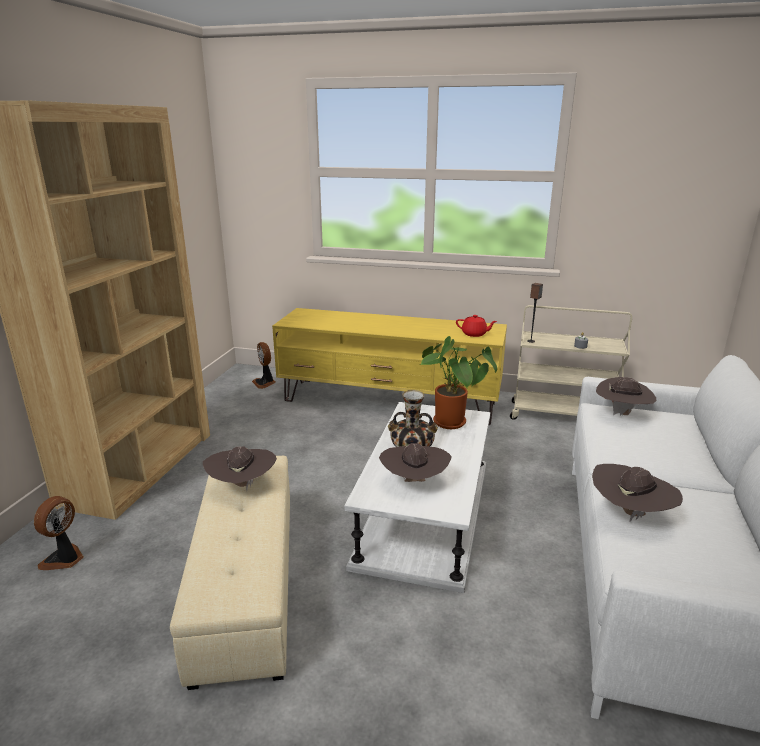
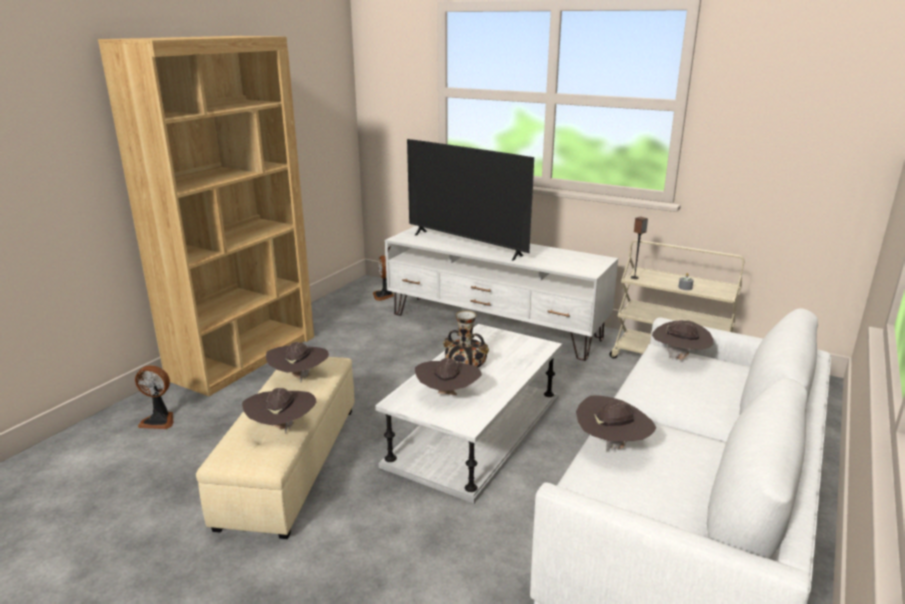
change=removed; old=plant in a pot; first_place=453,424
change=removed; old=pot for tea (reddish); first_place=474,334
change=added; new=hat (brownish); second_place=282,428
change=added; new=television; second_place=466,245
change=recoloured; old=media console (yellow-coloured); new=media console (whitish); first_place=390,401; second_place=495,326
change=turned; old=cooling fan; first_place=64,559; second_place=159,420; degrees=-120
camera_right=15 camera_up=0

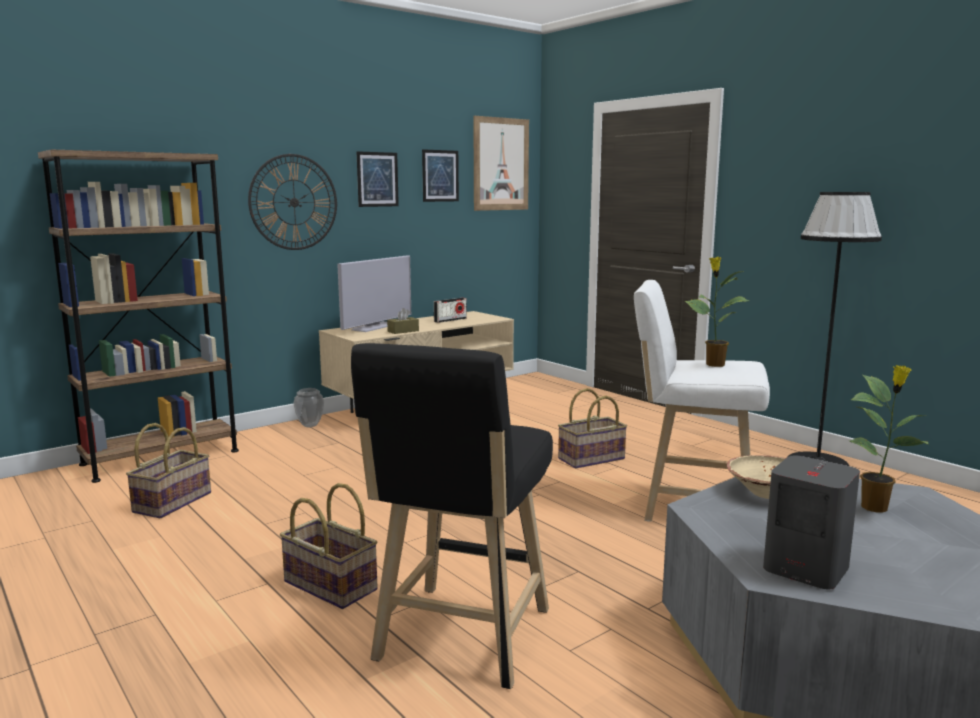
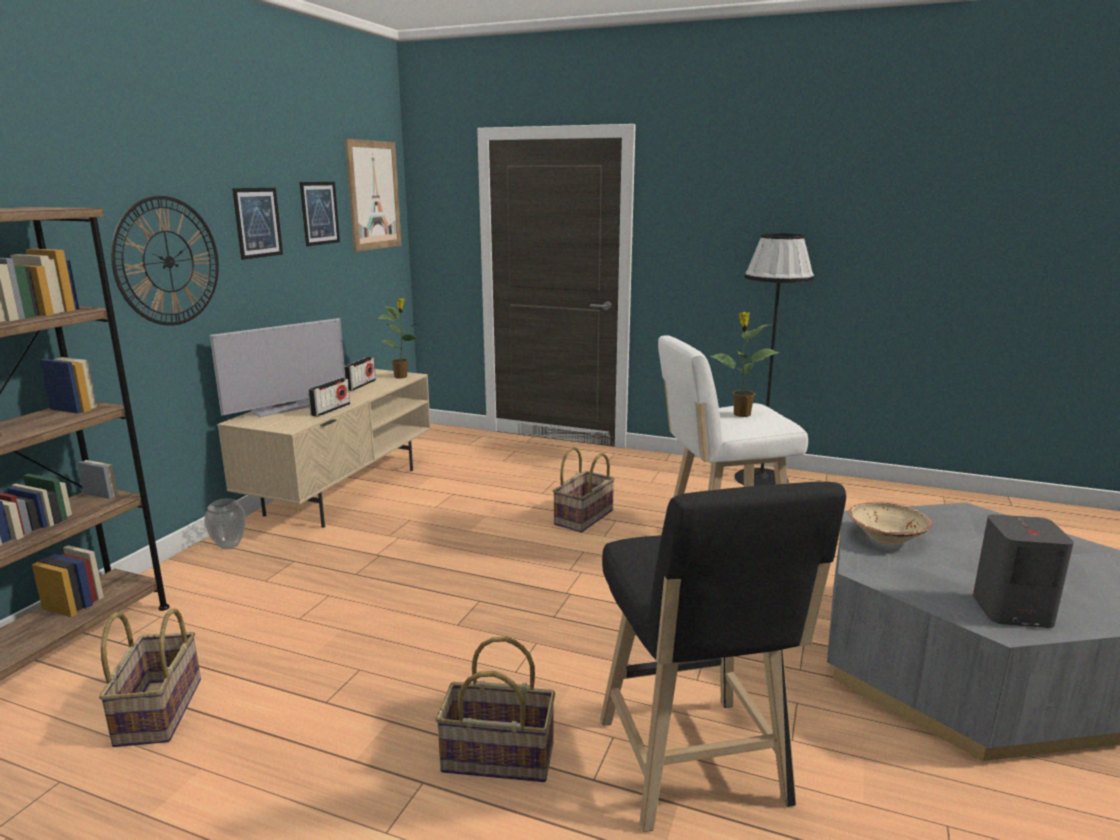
change=moved; old=plant in a pot; first_place=876,508; second_place=402,376
change=replaced; old=tissue box (brownish); new=radio set; first_place=403,331; second_place=330,410
change=turned; old=television; first_place=375,327; second_place=286,408; degrees=45
camera_right=-30 camera_up=5

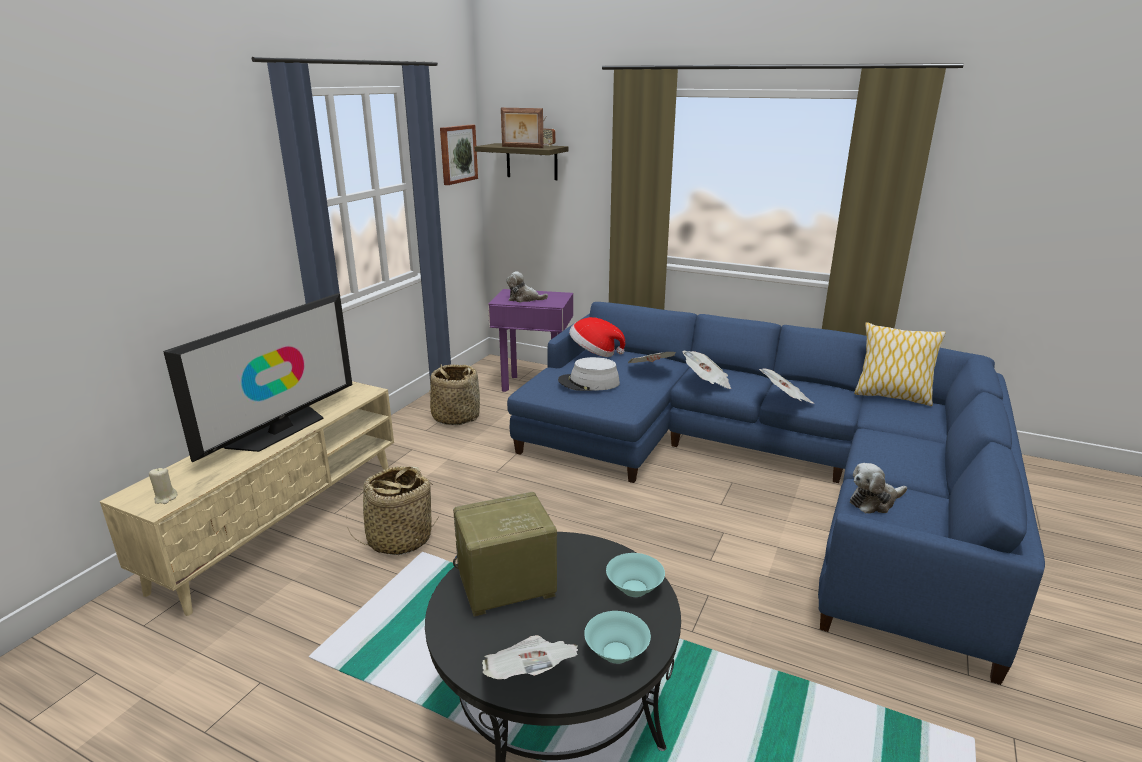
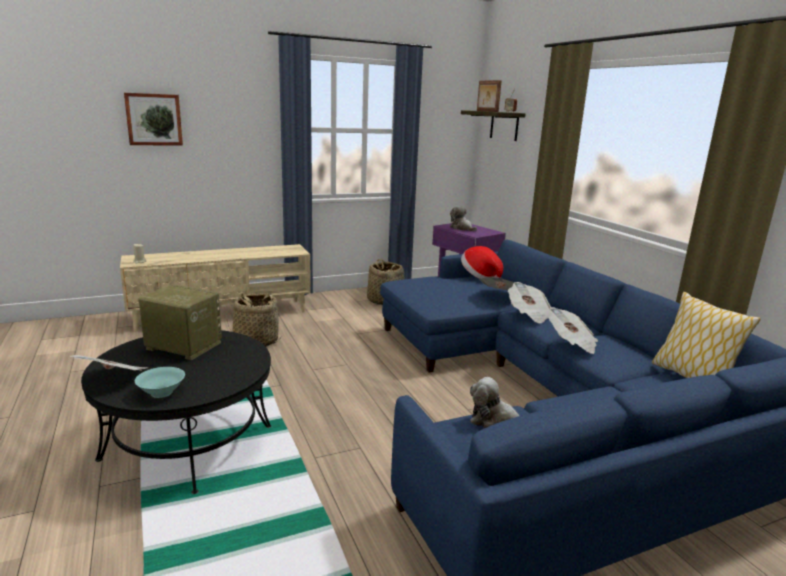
change=removed; old=television; first_place=281,430
change=removed; old=hat (grey); first_place=589,383
change=removed; old=deep dish (blue-green); first_place=634,588
change=moved; old=picture; first_place=457,154; second_place=154,119
camera_right=40 camera_up=-5

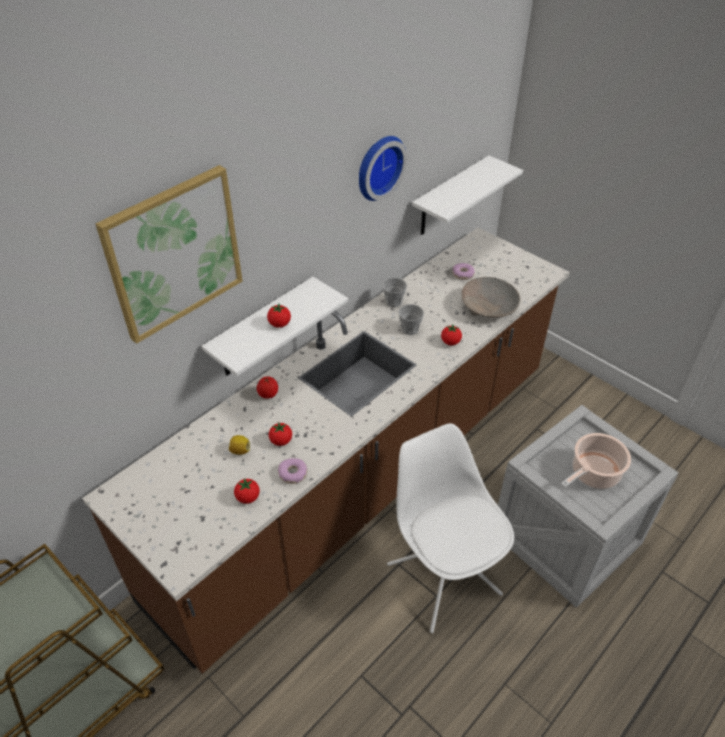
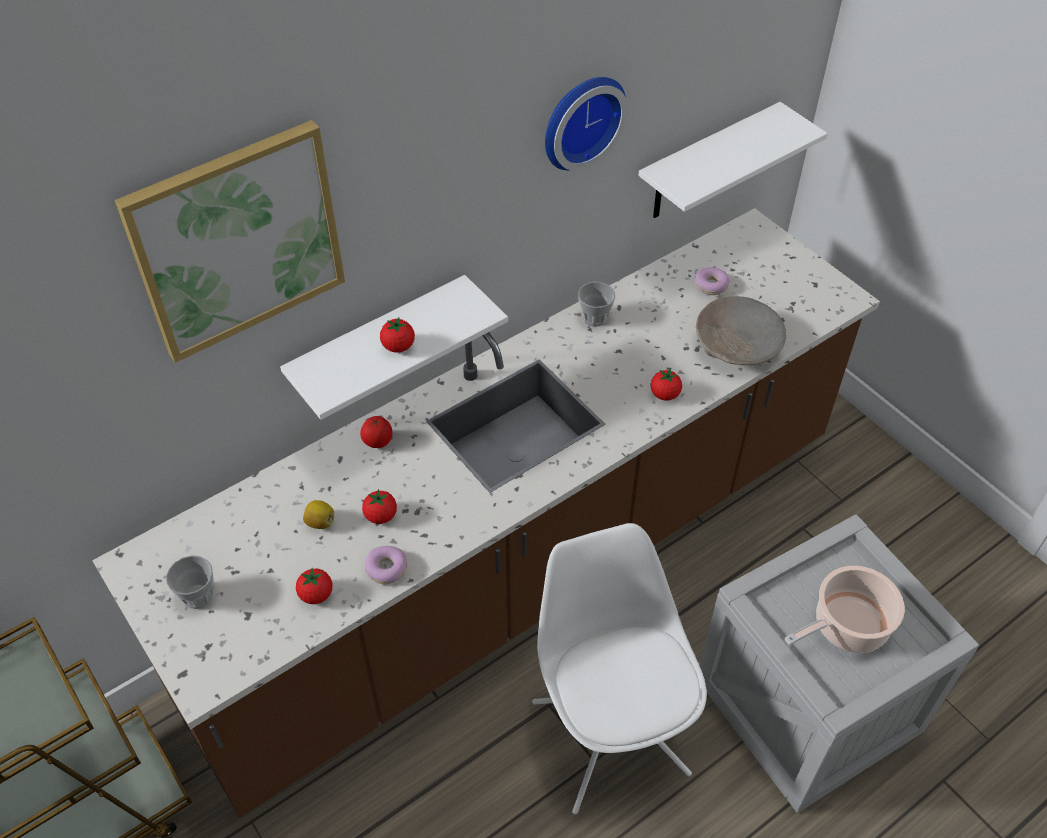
change=moved; old=cup; first_place=410,329; second_place=198,595
camera_right=10 camera_up=5

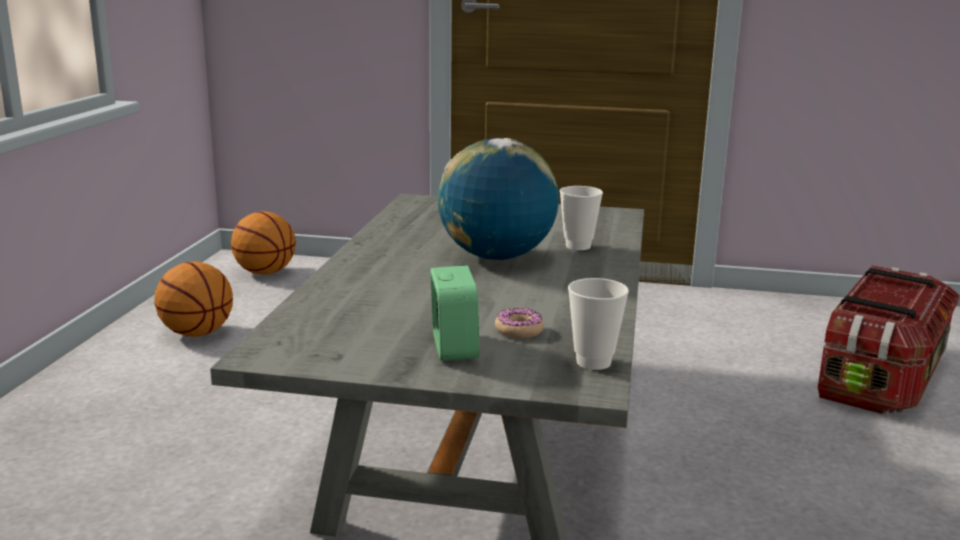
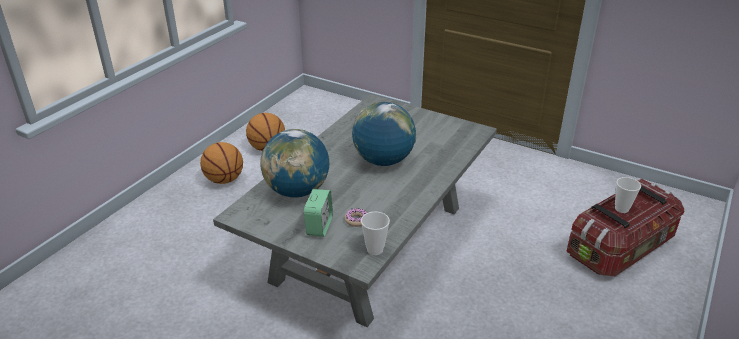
change=added; new=world globe; second_place=297,191
change=moved; old=basketball; first_place=266,272; second_place=225,180
change=moved; old=cup; first_place=578,246; second_place=621,209
camera_right=20 camera_up=15

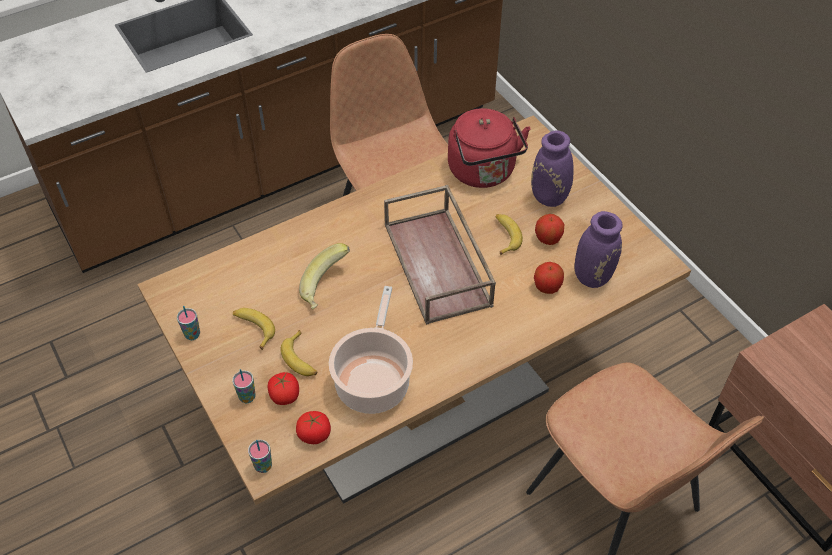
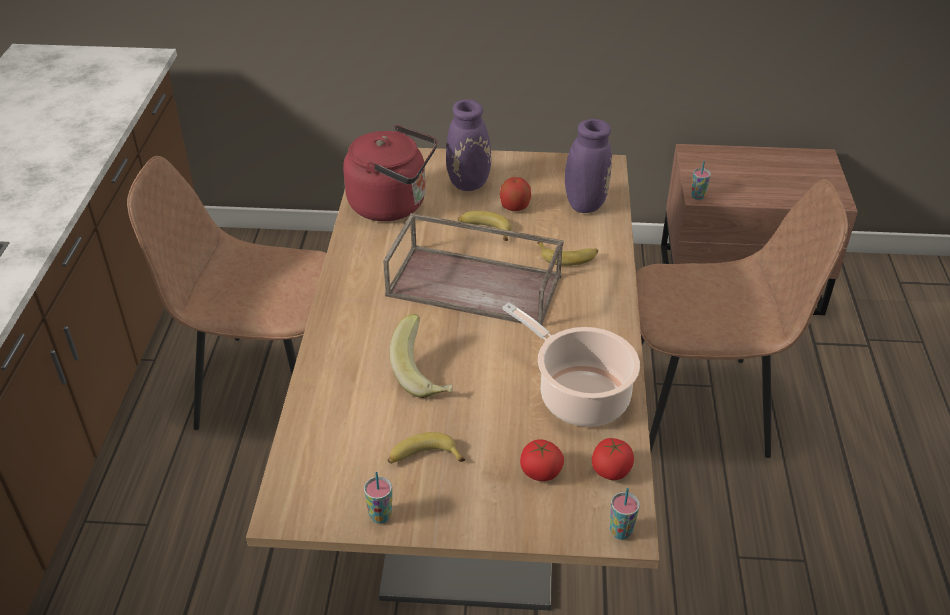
change=removed; old=apple; first_place=547,287
change=moved; old=cup; first_place=247,397; second_place=697,196
change=moved; old=banana fruit; first_place=301,359; second_place=568,257
camera_right=-55 camera_up=-10

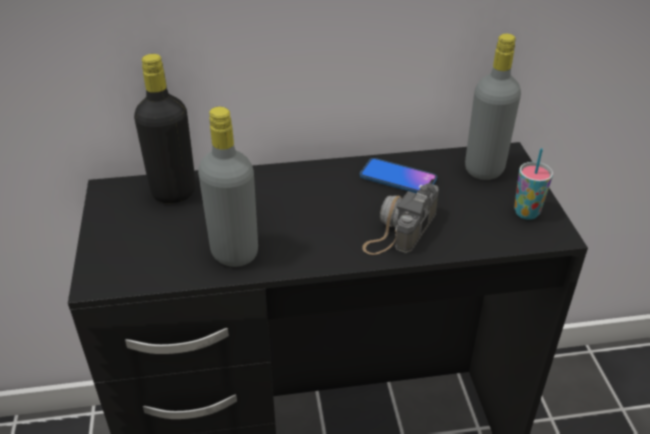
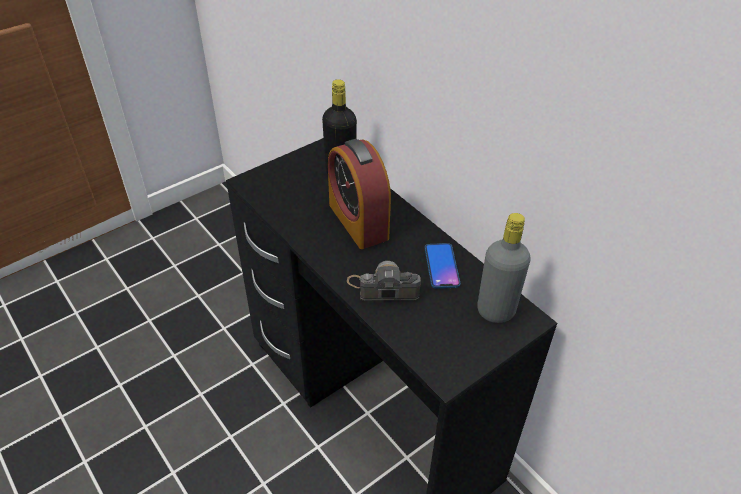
change=removed; old=drink bottle (grey); first_place=234,252
change=removed; old=cup; first_place=526,213
change=added; new=table clock; second_place=358,221
camera_right=60 camera_up=5

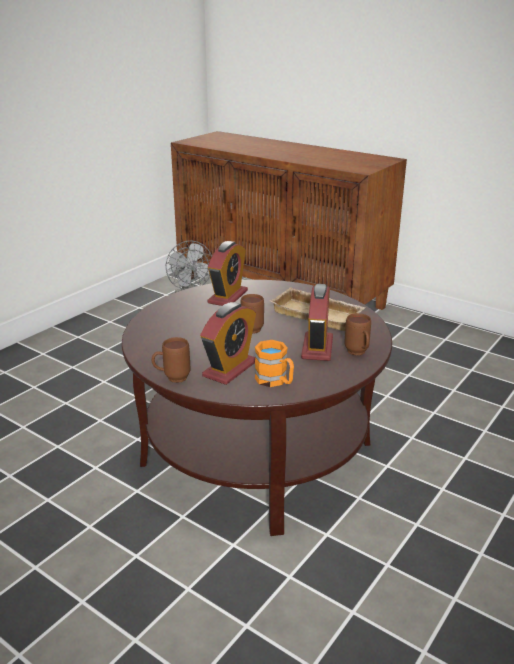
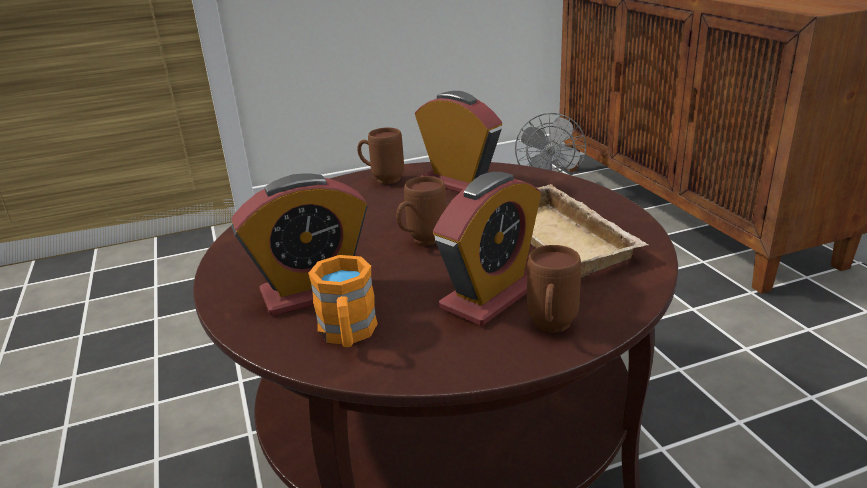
change=moved; old=mug (brownish); first_place=172,379; second_place=382,179
change=turned; old=table clock; first_place=228,297; second_place=459,183; degrees=-105
camera_right=35 camera_up=0

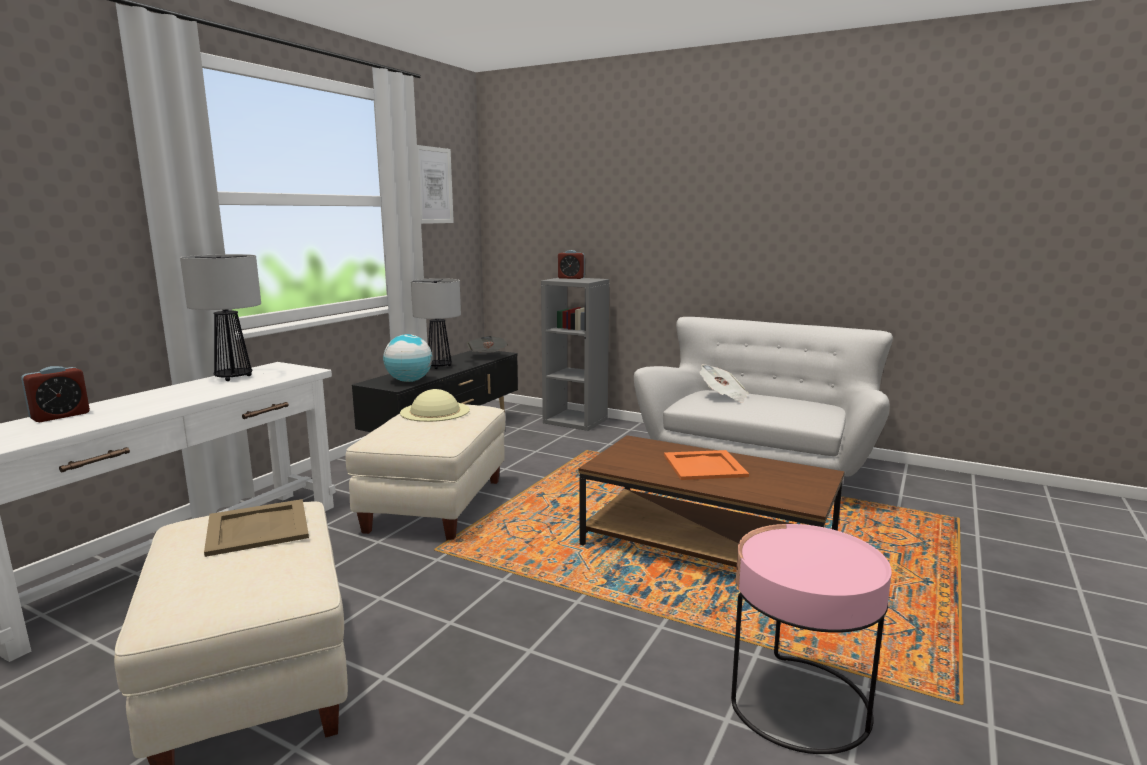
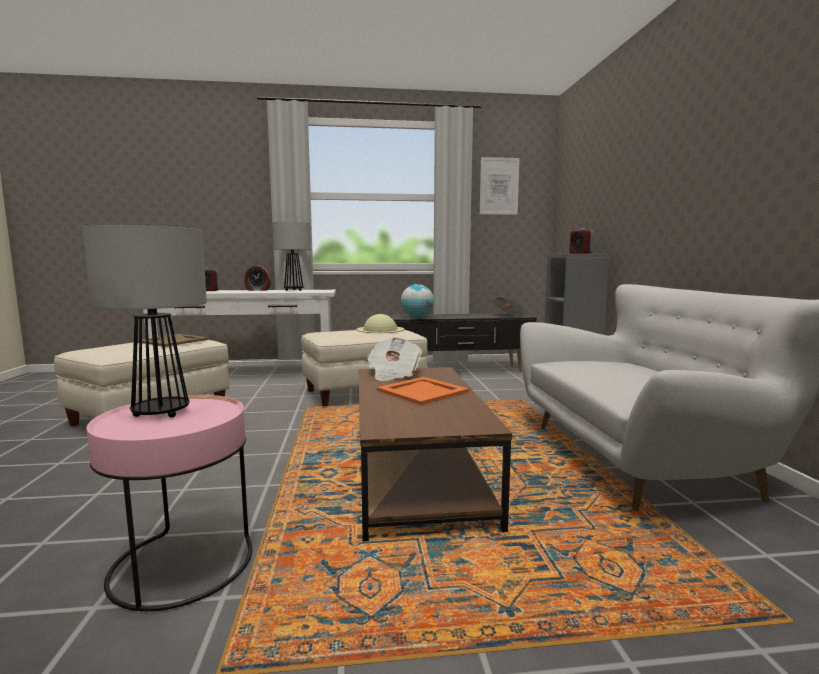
change=added; new=table clock; second_place=258,290
change=moved; old=tabletop lamp; first_place=439,366; second_place=162,413
change=moved; old=newspaper; first_place=723,396; second_place=393,374
camera_right=55 camera_up=-5

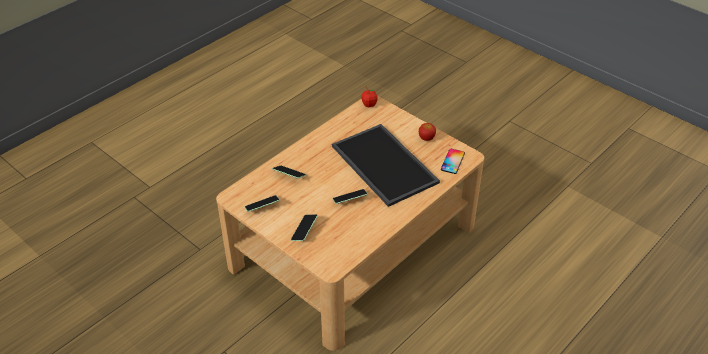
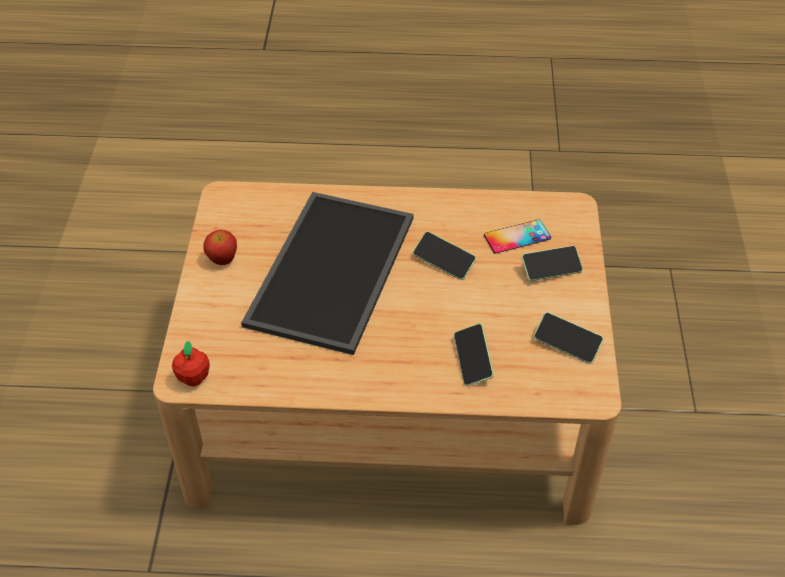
change=moved; old=handset; first_place=452,161; second_place=517,237
camera_right=-130 camera_up=5

